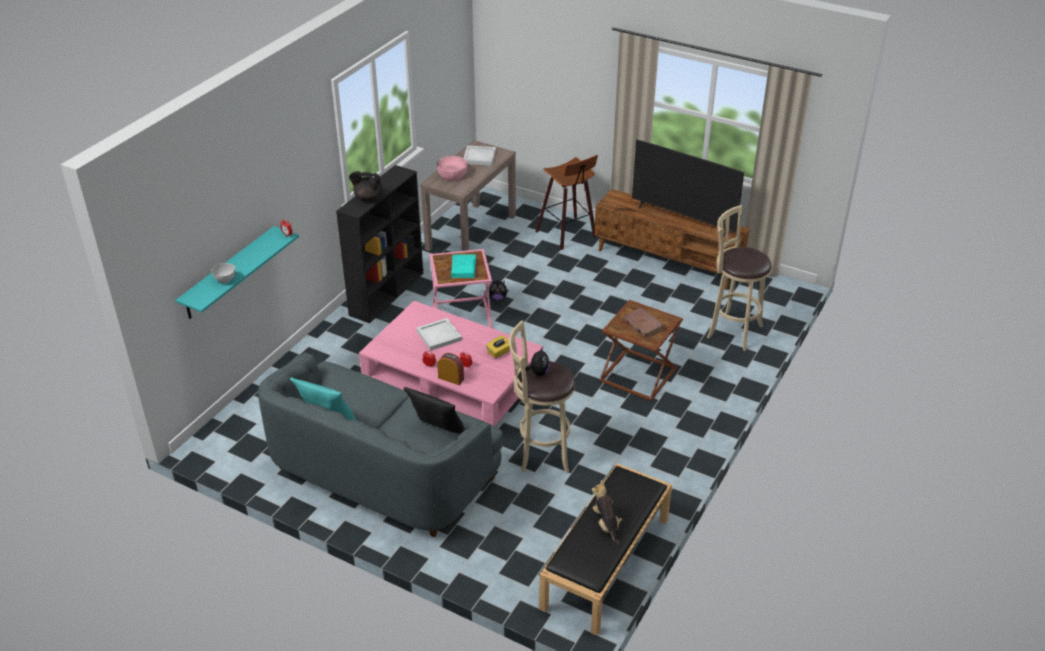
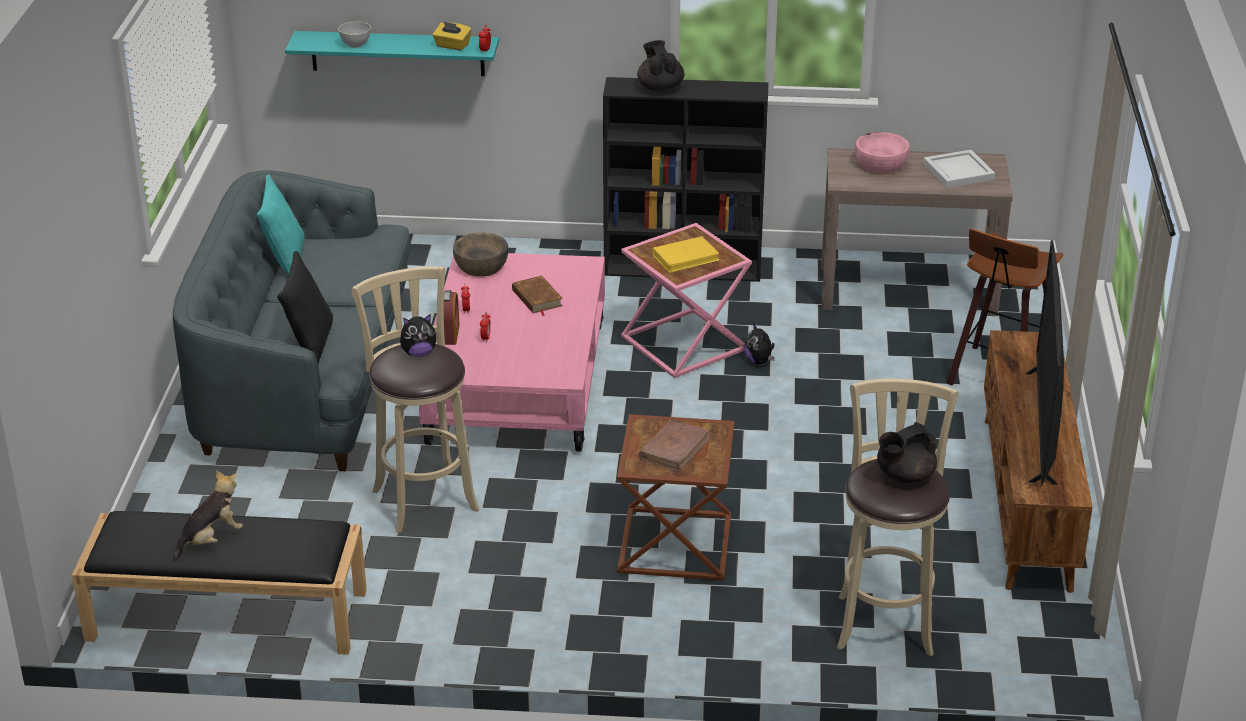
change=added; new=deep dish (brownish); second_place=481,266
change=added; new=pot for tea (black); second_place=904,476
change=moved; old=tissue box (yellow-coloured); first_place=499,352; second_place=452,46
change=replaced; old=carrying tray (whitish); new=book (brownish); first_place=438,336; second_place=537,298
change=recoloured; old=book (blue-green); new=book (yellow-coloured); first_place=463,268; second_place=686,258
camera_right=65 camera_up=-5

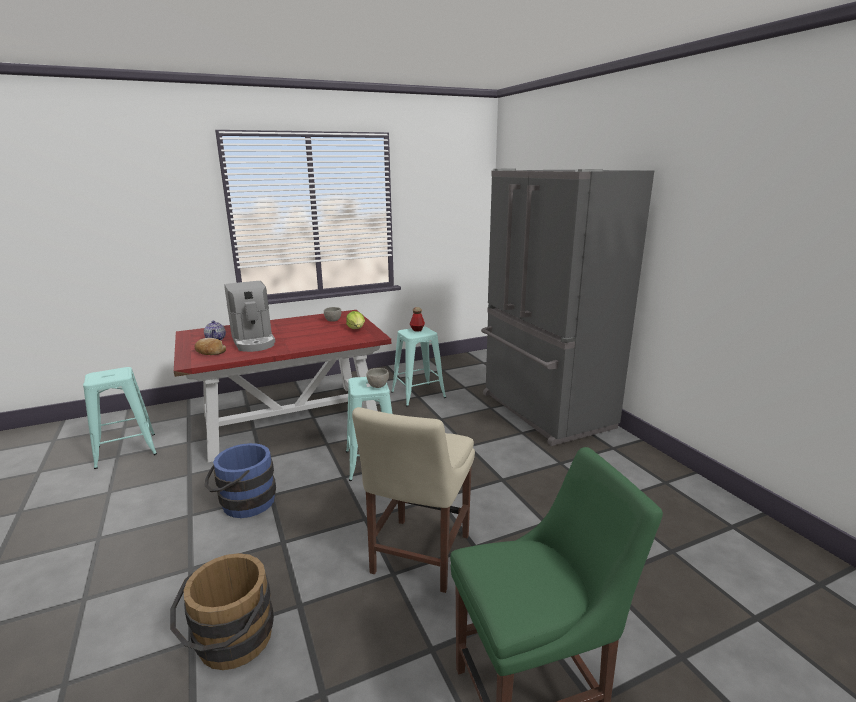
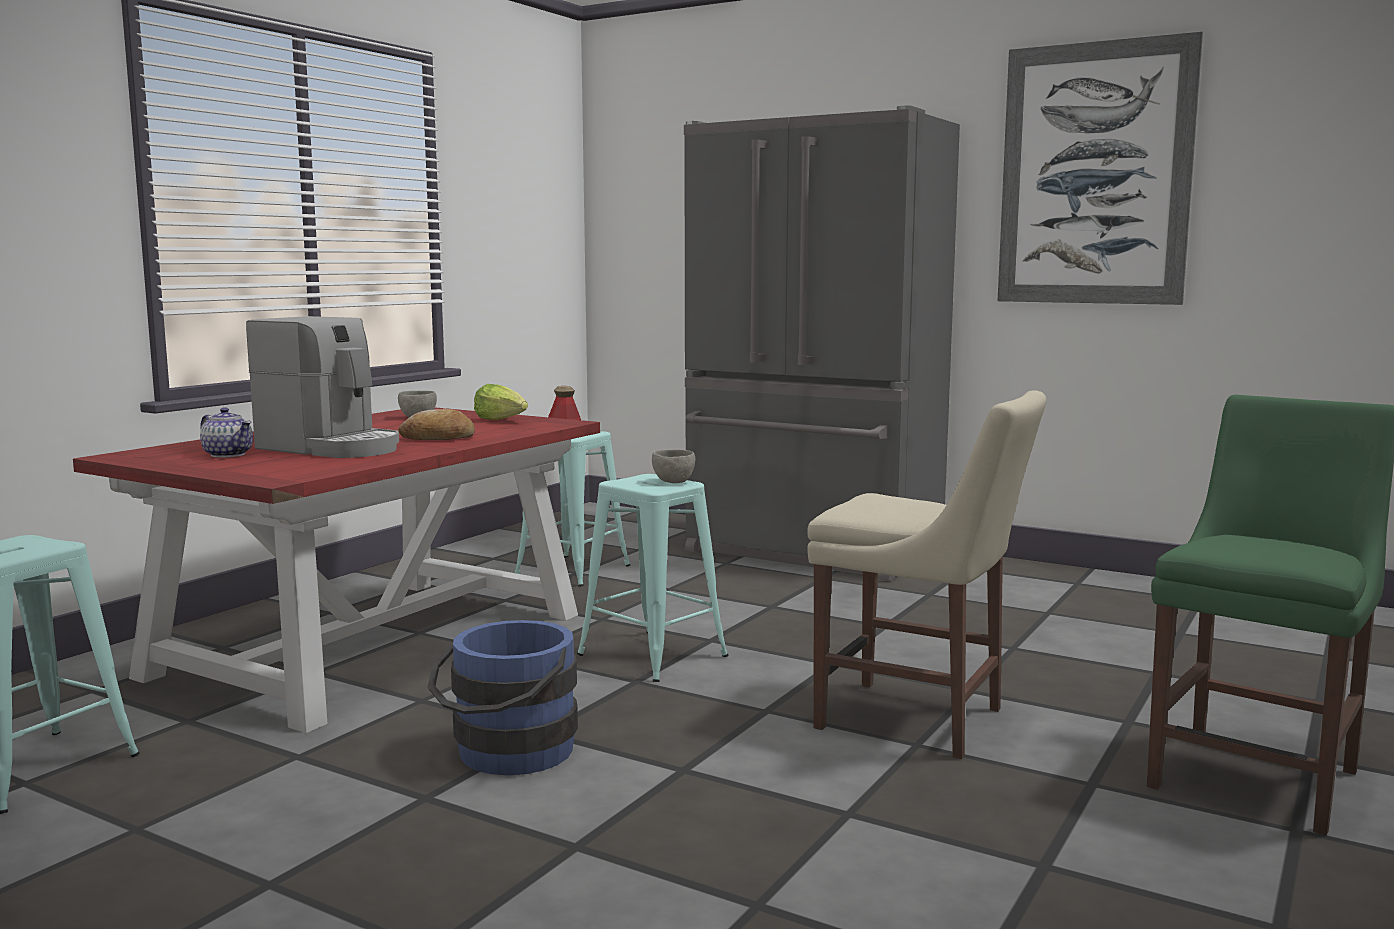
change=removed; old=pail (brownish); first_place=231,644
change=added; new=picture; second_place=1094,174
change=moved; old=baked bread; first_place=210,352; second_place=438,438
change=turned; old=upright chair (sand-coloured); first_place=418,557; second_place=919,720; degrees=-45
camera_right=-35 camera_up=-10

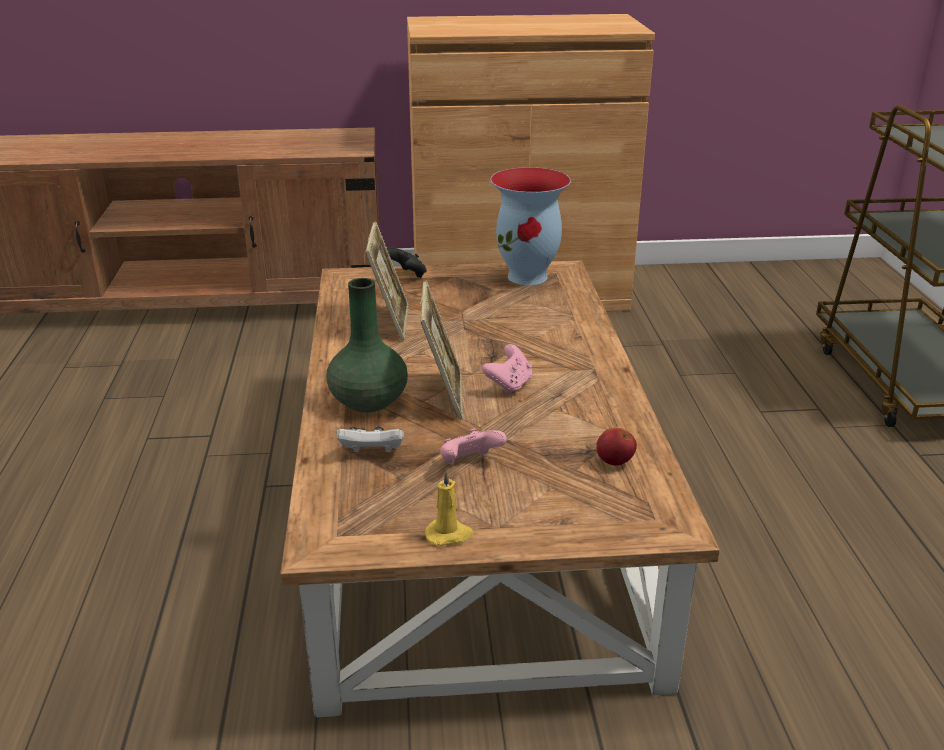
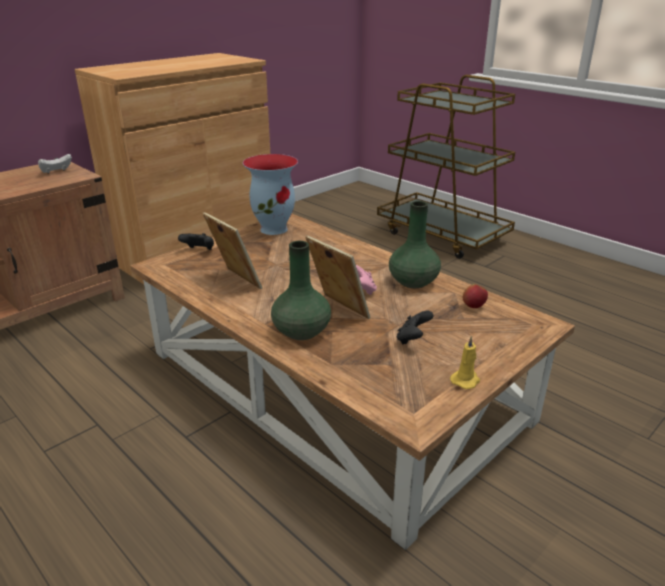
change=added; new=vase (green-coloured); second_place=412,281
change=moved; old=joypad (whitish); first_place=372,453; second_place=56,172
change=recoloured; old=joypad (pink-coloured); new=joypad (black); first_place=469,464; second_place=412,339
camera_right=-40 camera_up=0

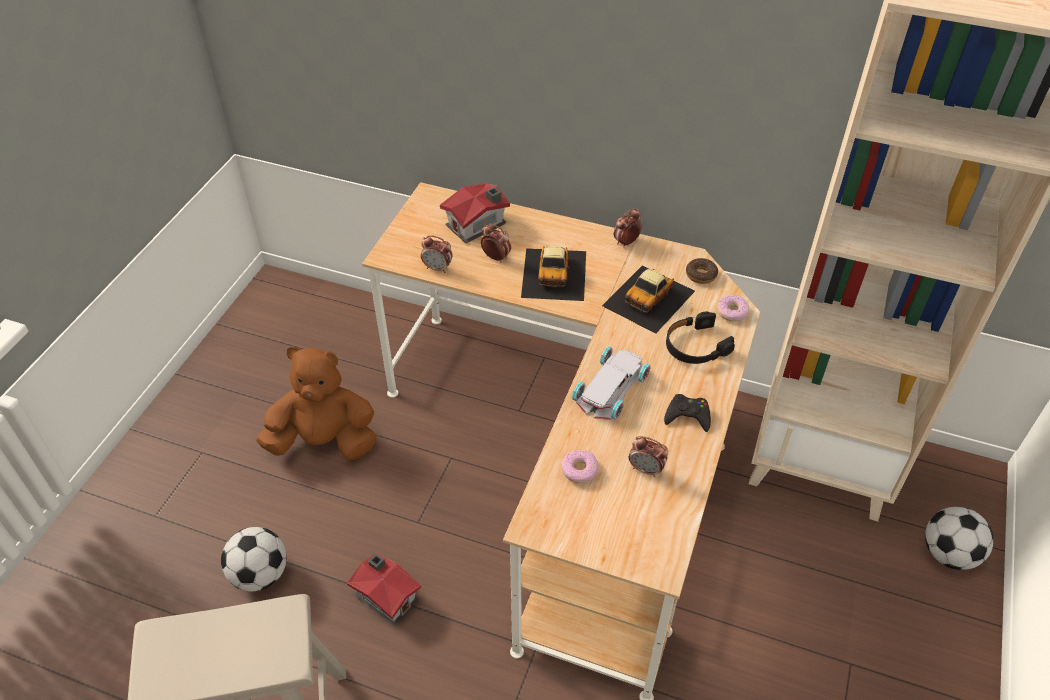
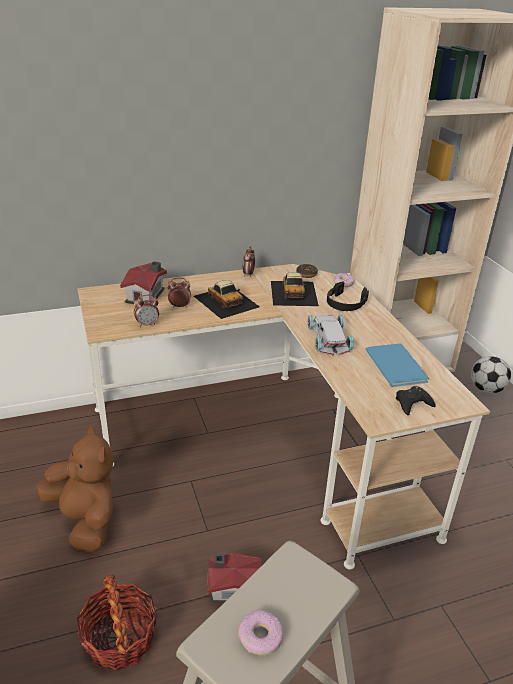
change=moved; old=donut; first_place=579,470; second_place=260,637
change=moved; old=joypad (black); first_place=688,416; second_place=412,403
change=replaced; old=ball for football; new=household basket; first_place=260,574; second_place=119,638
change=replaced; old=table clock; new=book (bluish); first_place=646,469; second_place=396,365
change=turned; old=cuddly toy (brownish); first_place=324,441; second_place=85,520; degrees=90
camera_right=-40 camera_up=-15

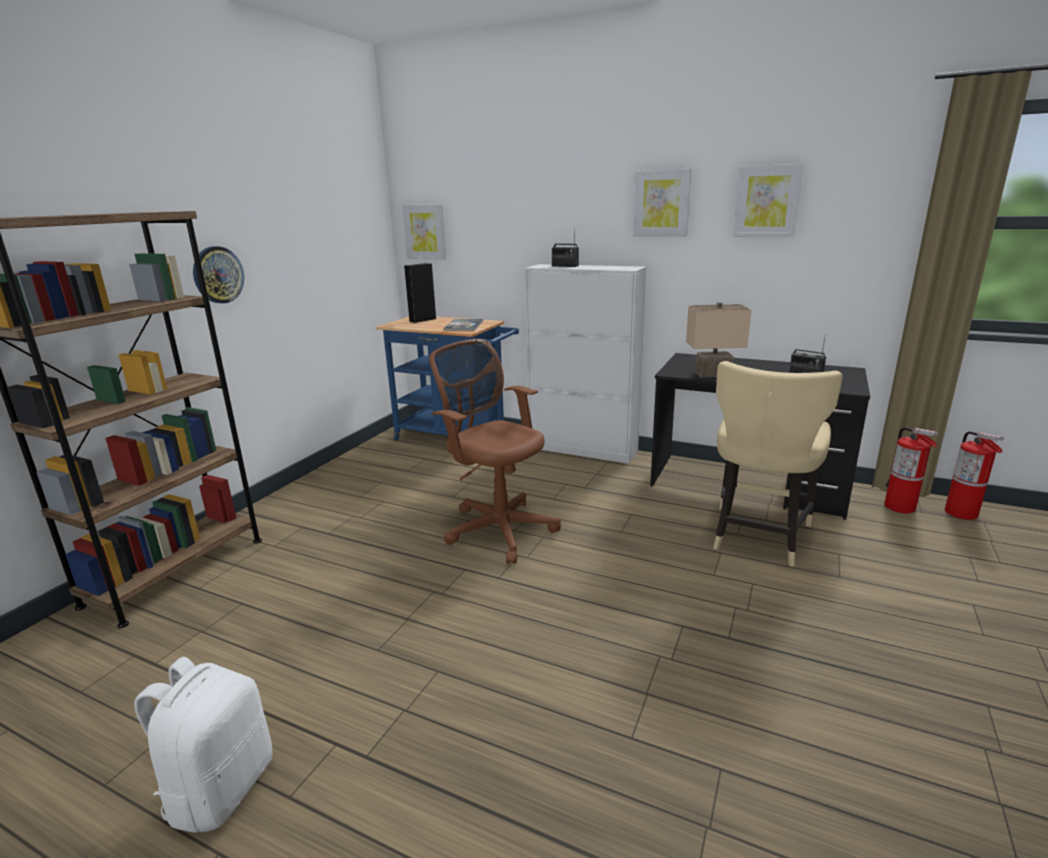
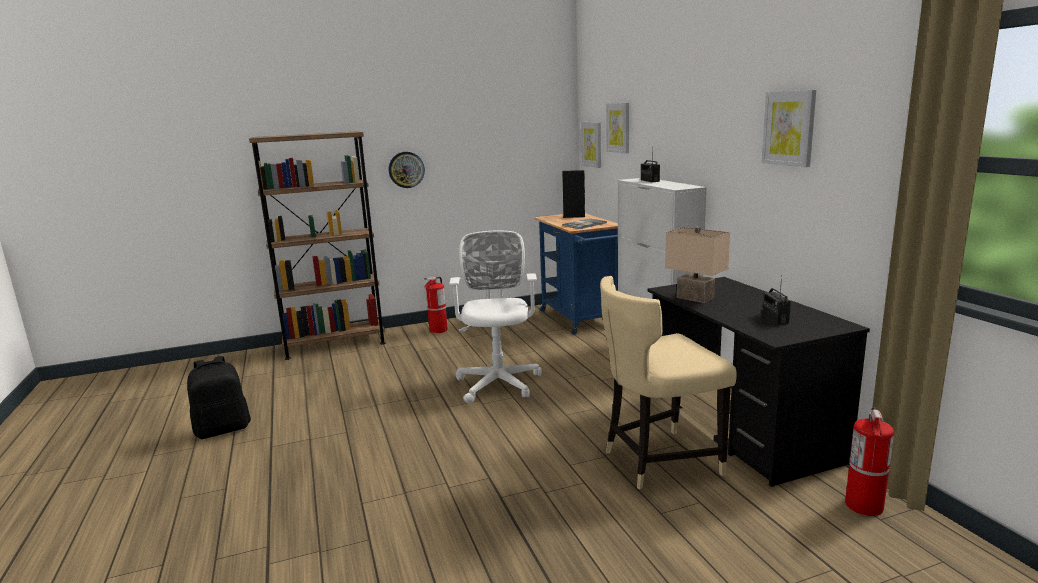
change=moved; old=picture; first_place=661,203; second_place=618,127
change=moved; old=fire-fighting cylinder; first_place=961,513; second_place=438,330
change=recoloured; old=knapsack (whitish); new=knapsack (black); first_place=220,788; second_place=223,429
change=recoloured; old=computer chair (brownish); new=computer chair (whitish); first_place=497,528; second_place=498,382
camera_right=45 camera_up=-5

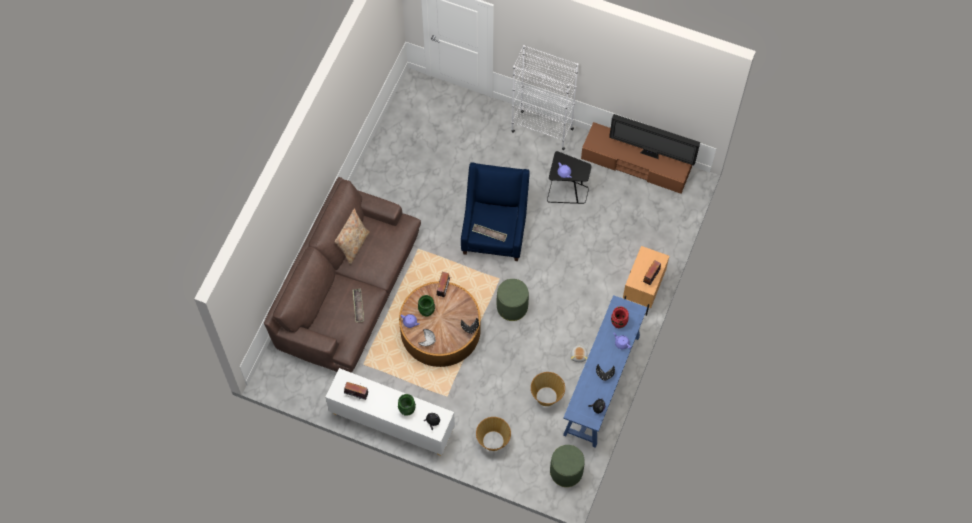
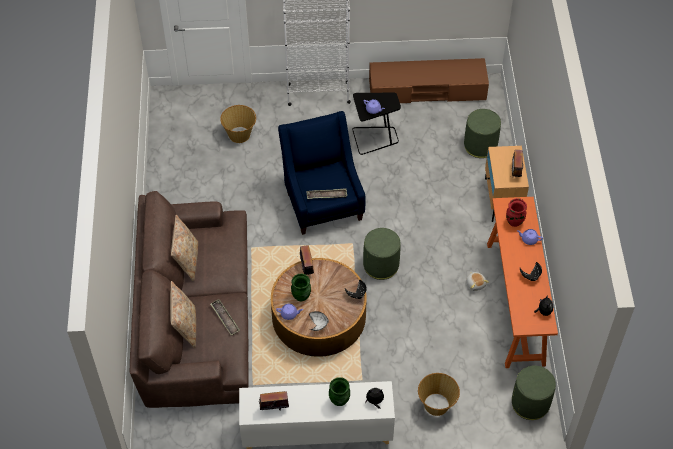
change=removed; old=television; first_place=651,154
change=added; new=pillow (sand-coloured); second_place=185,327
change=added; new=footrest (green-coloured); second_place=480,145
change=moved; old=household basket; first_place=547,396; second_place=239,134
change=recoloured; old=console table (bluish); new=console table (orange-coloured); first_place=601,385; second_place=515,303
camera_right=-25 camera_up=-10

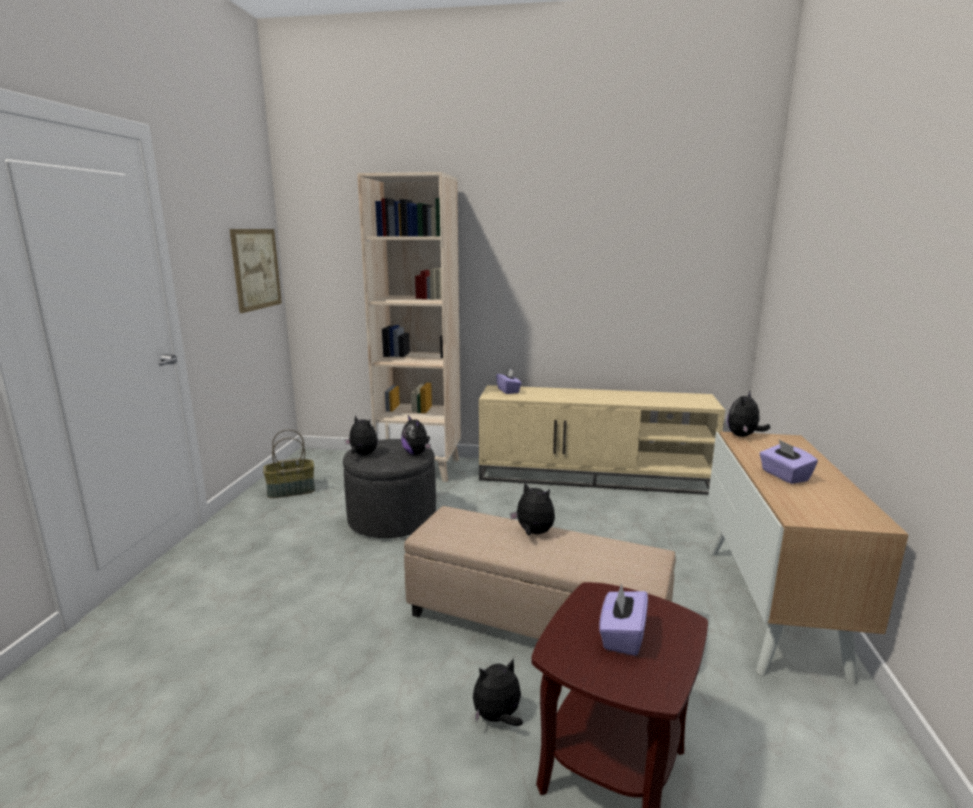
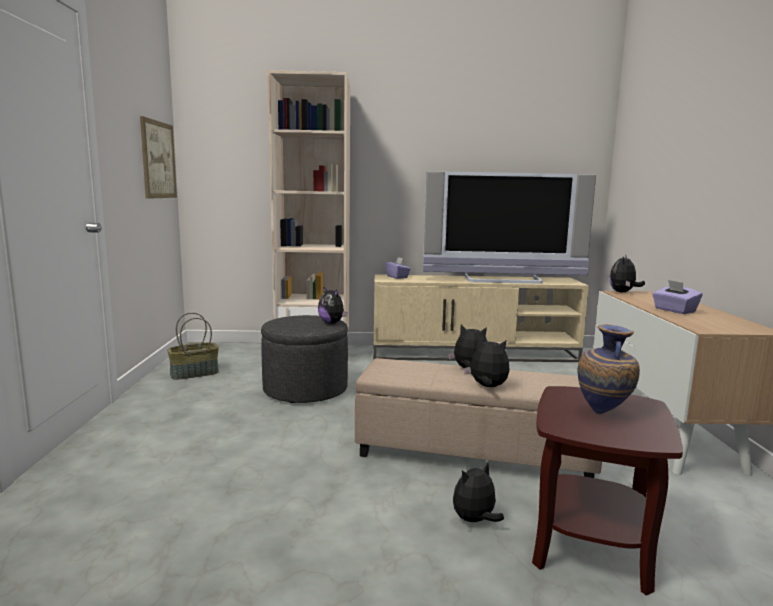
change=added; new=television; second_place=504,280
change=moved; old=cuddly toy; first_place=362,454; second_place=487,387
change=replaced; old=tissue box (purplish); new=vase; first_place=622,636; second_place=604,413
camera_right=-10 camera_up=-5

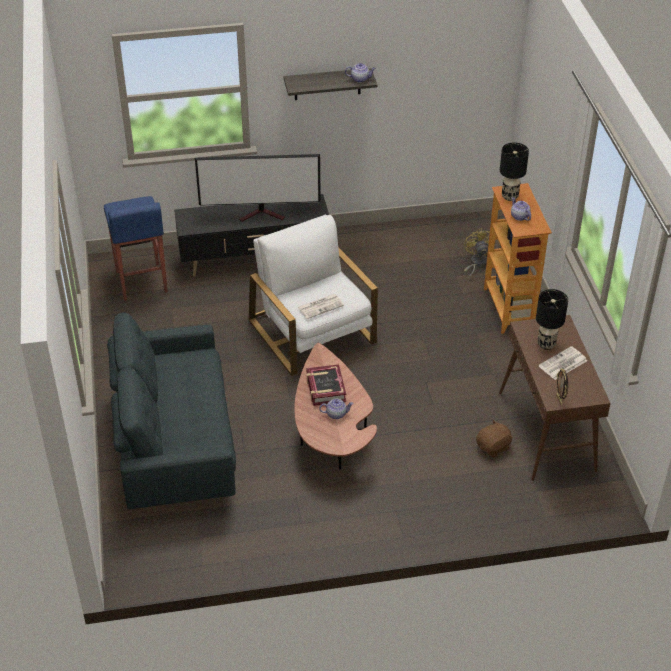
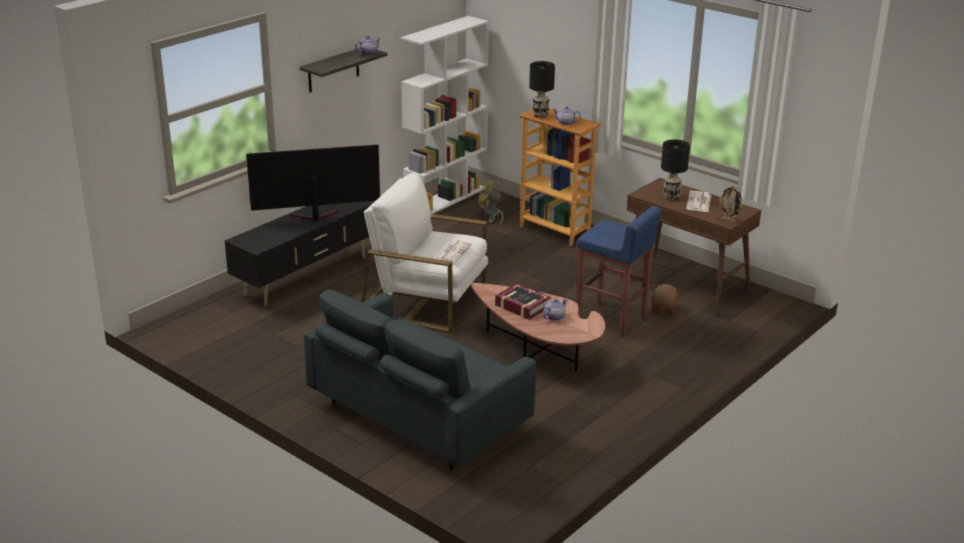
change=added; new=bookshelf (whitish); second_place=445,199
change=moved; old=stool (bluish); first_place=141,282; second_place=611,320
change=turned; old=television; first_place=263,214; second_place=313,217; degrees=-150
camera_right=-40 camera_up=-15

